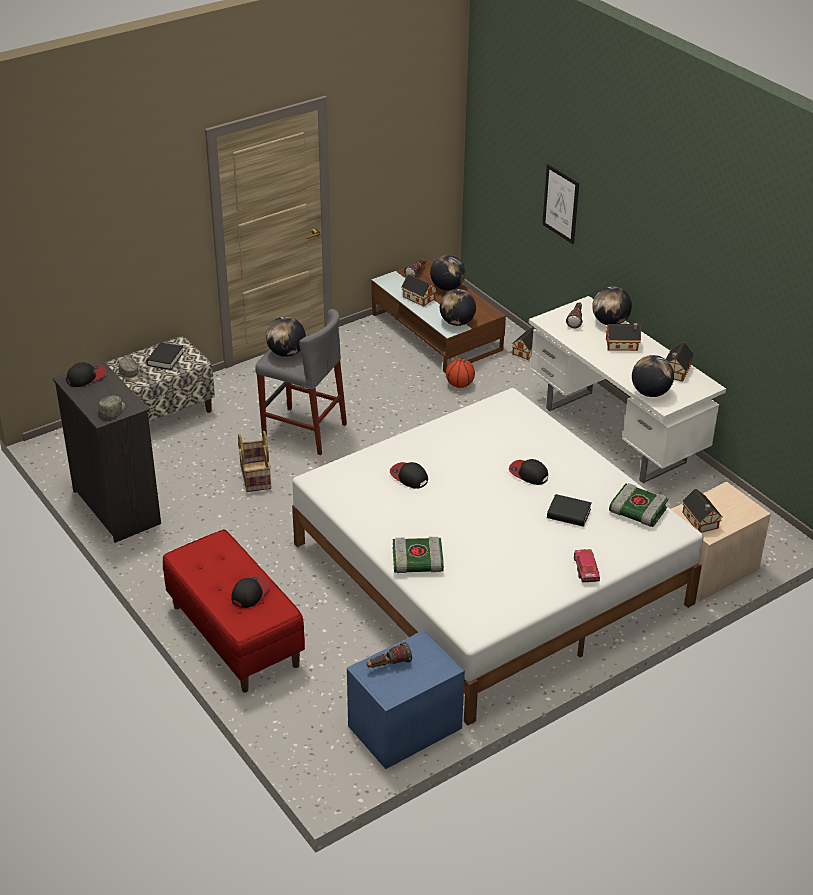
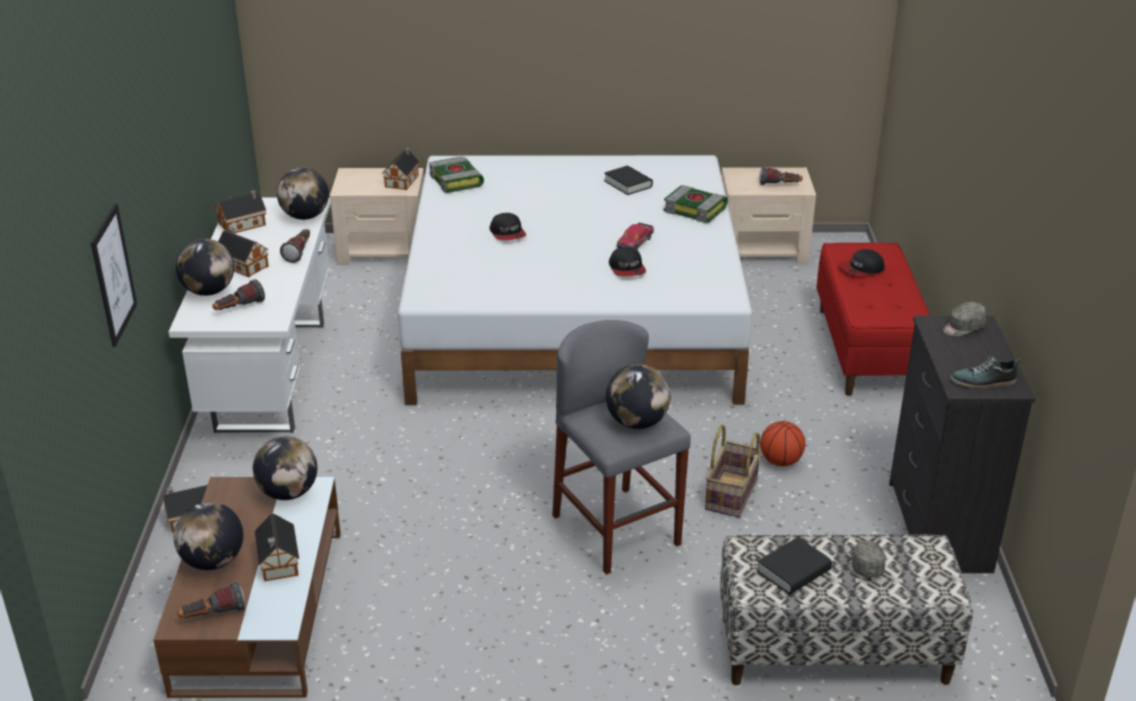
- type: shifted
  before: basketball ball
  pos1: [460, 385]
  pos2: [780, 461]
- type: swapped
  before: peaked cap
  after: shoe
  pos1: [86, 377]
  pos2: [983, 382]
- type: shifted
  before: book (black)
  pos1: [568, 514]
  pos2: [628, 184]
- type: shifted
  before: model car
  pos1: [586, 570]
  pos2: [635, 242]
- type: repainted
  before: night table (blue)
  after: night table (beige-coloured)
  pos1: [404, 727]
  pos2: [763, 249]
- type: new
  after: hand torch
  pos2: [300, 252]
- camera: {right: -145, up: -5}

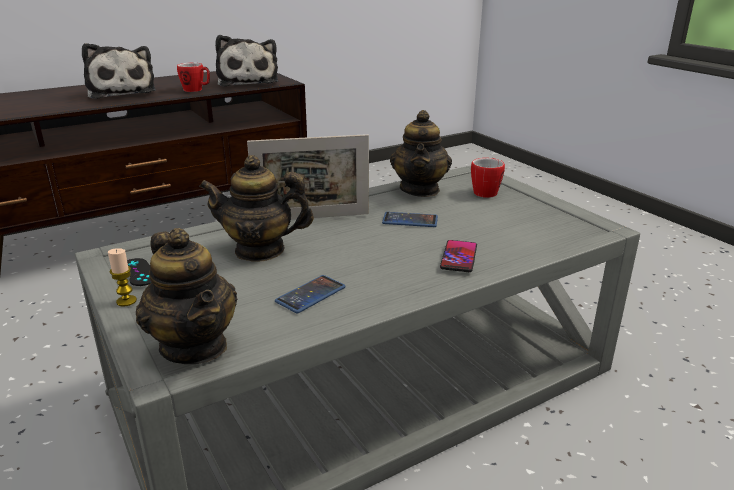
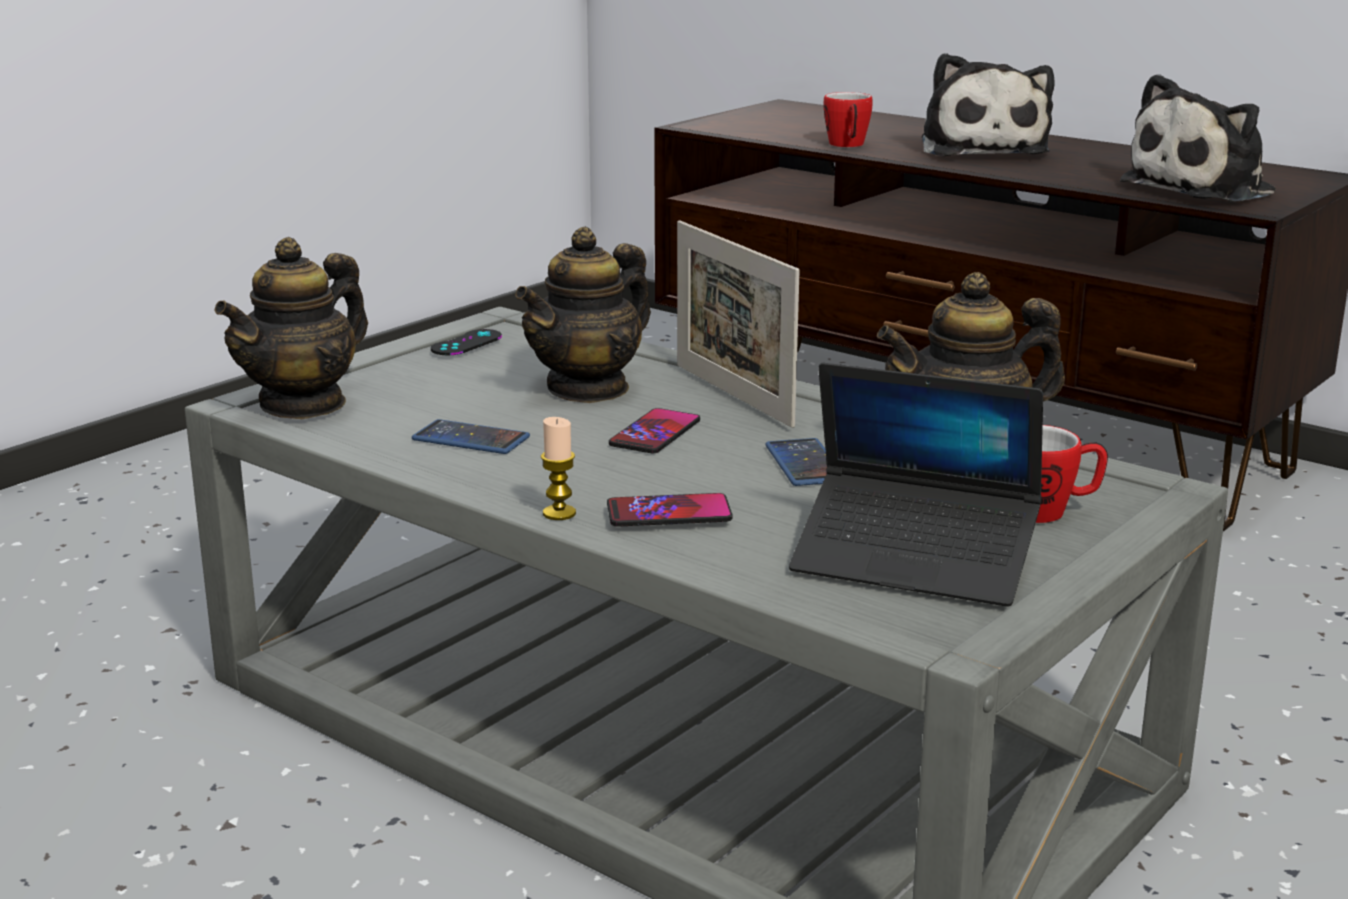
- type: rotated
  before: plush toy
  pos1: [121, 92]
  pos2: [982, 149]
  turn: -45
- type: shifted
  before: tea mug
  pos1: [196, 90]
  pos2: [847, 146]
- type: rotated
  before: pot for tea
  pos1: [260, 250]
  pos2: [588, 388]
  turn: -120
- type: shifted
  before: wax light
  pos1: [126, 301]
  pos2: [559, 513]
- type: new
  after: notebook computer
  pos2: [915, 560]
- type: new
  after: handset
  pos2: [655, 433]
- camera: {right: 70, up: -5}

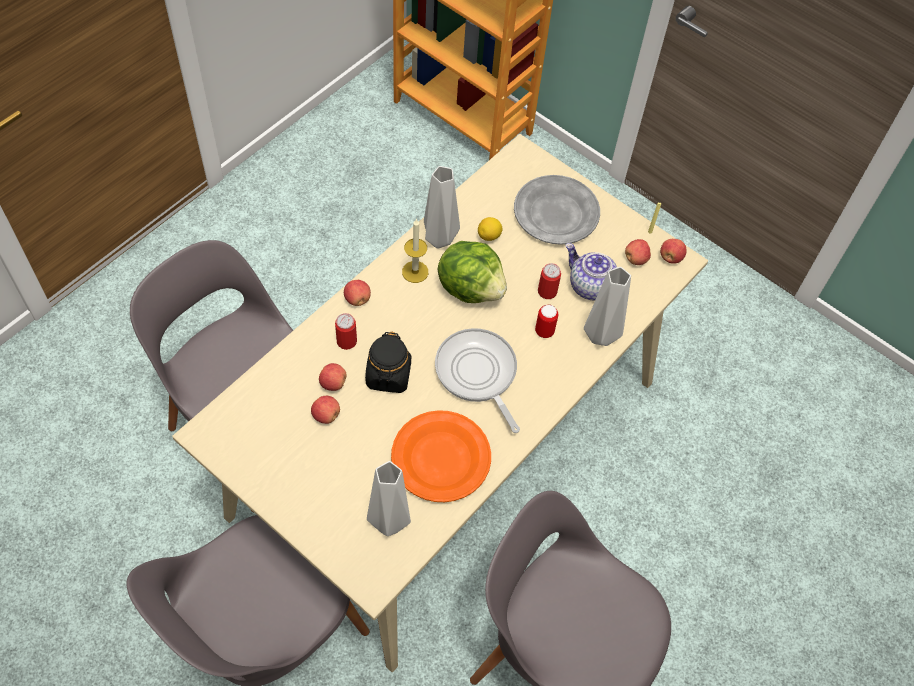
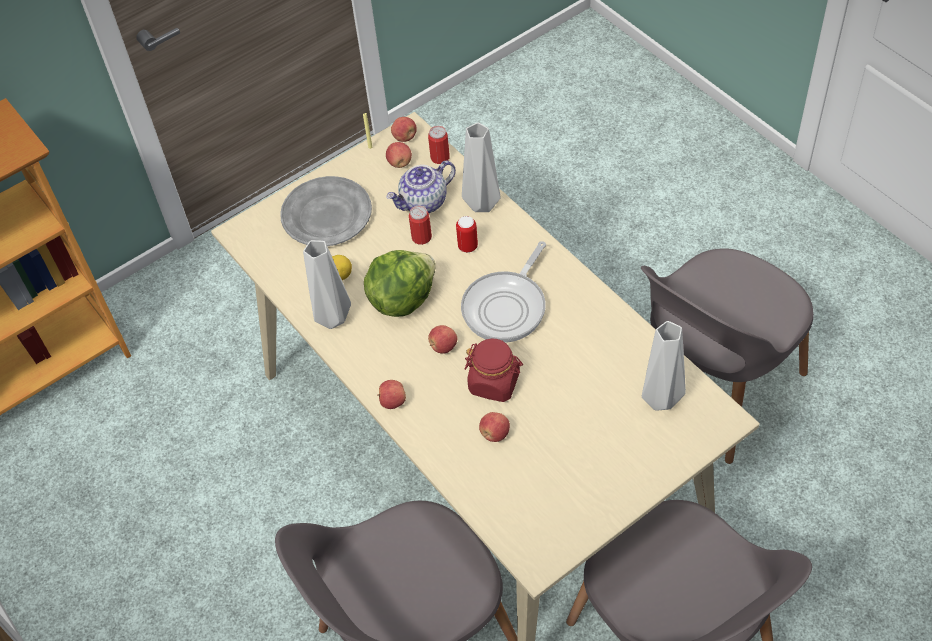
- type: gone
  before: wax light
  pos1: [415, 272]
- type: shifted
  before: sealed can
  pos1: [346, 341]
  pos2: [440, 157]
- type: rotated
  before: skillet
  pos1: [477, 374]
  pos2: [507, 307]
  turn: -45
- type: repainted
  before: preserve jar (black)
  after: preserve jar (red-coloured)
  pos1: [388, 375]
  pos2: [494, 383]
- type: shifted
  before: whole apple
  pos1: [326, 415]
  pos2: [443, 346]
- type: gone
  before: plate (orange)
  pos1: [441, 459]
- camera: {right: -70, up: -5}

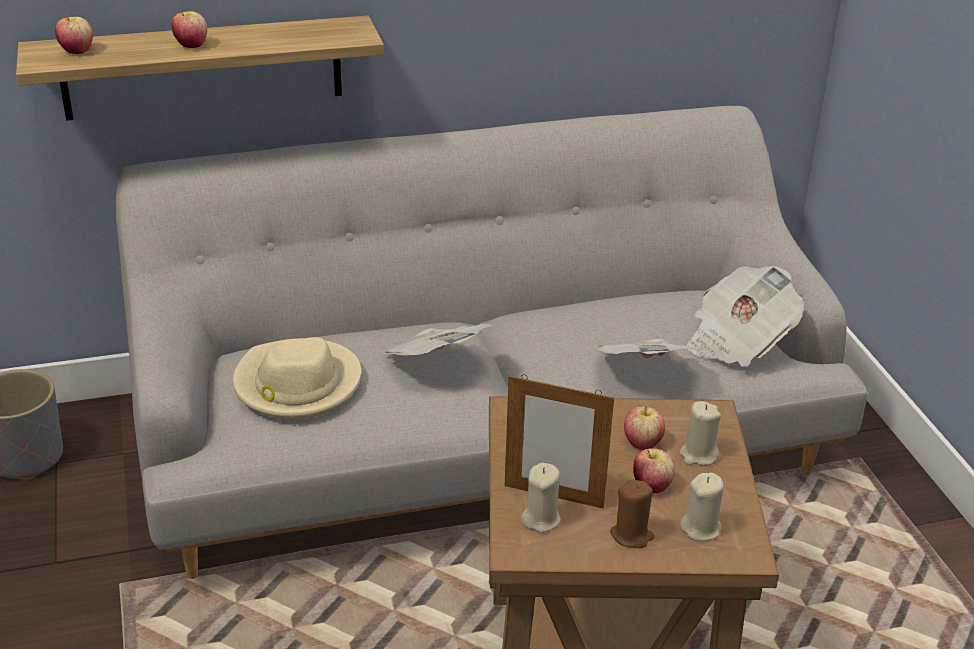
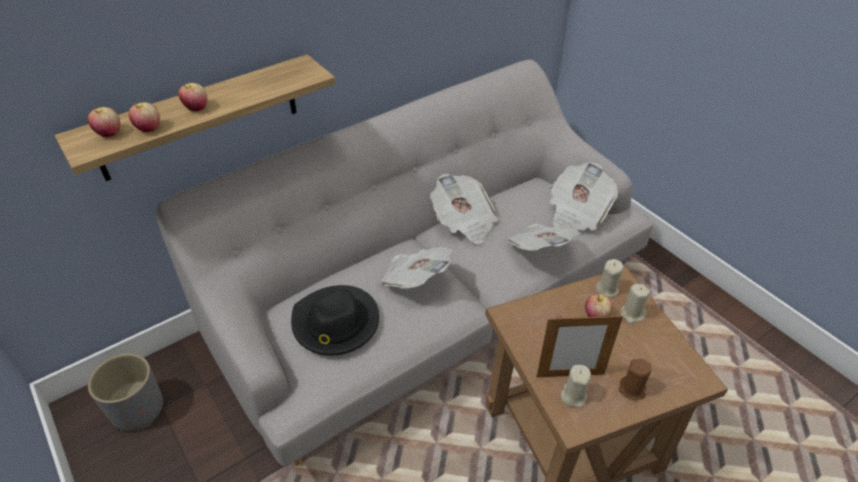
- type: repainted
  before: clothing hat (beige-coloured)
  after: clothing hat (black)
  pos1: [296, 384]
  pos2: [335, 323]
- type: shifted
  before: whole apple
  pos1: [651, 486]
  pos2: [148, 128]
- type: shifted
  before: wax light (beige-coloured)
  pos1: [701, 528]
  pos2: [607, 289]
- type: new
  after: daily paper
  pos2: [464, 222]
- camera: {right: -20, up: 10}

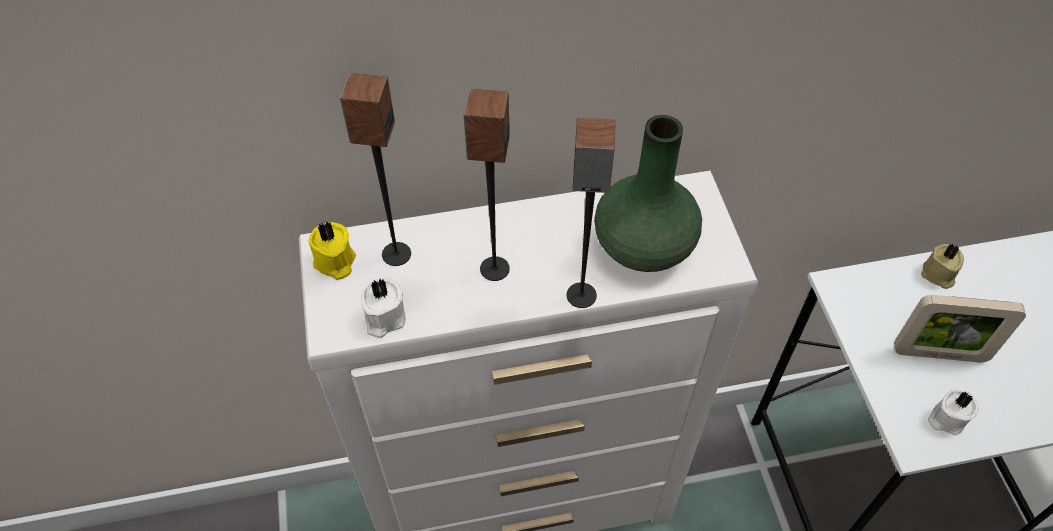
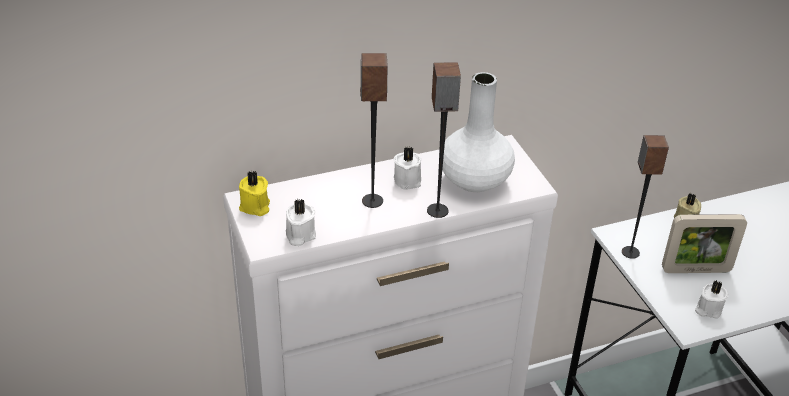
- type: shifted
  before: audio speaker
  pos1: [395, 254]
  pos2: [630, 252]
- type: repainted
  before: decorative vase (green)
  after: decorative vase (white)
  pos1: [645, 246]
  pos2: [475, 180]
- type: new
  after: wax light (white)
  pos2: [408, 180]
- camera: {right: -10, up: -15}

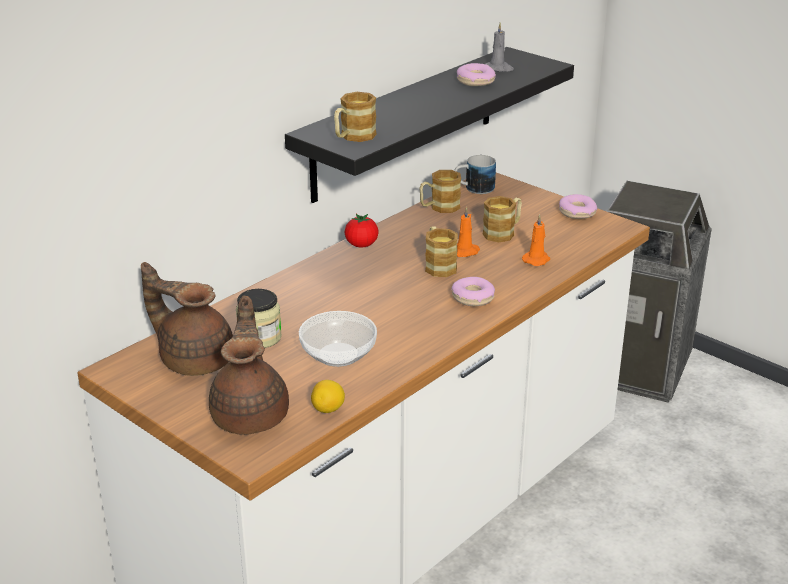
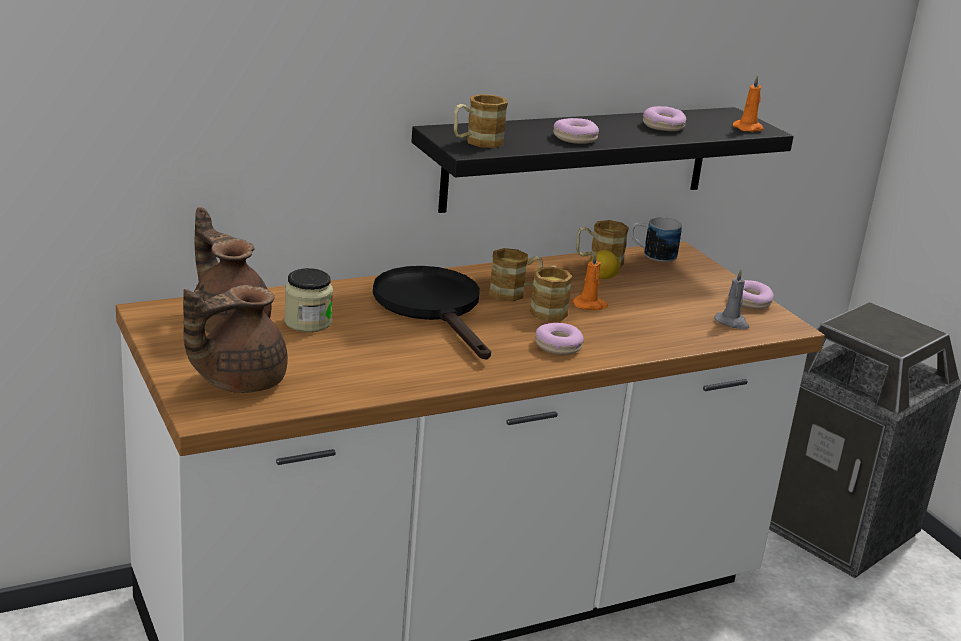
- type: shifted
  before: wax light (gray)
  pos1: [499, 68]
  pos2: [732, 323]
- type: shifted
  before: tea mug
  pos1: [503, 232]
  pos2: [514, 293]
- type: gone
  before: fresh tomato
  pos1: [361, 245]
- type: shifted
  before: wax light (orange)
  pos1: [537, 259]
  pos2: [749, 128]
- type: rotated
  before: pot for tea (brownish)
  pos1: [251, 414]
  pos2: [238, 381]
  turn: -150
- type: gone
  before: deep dish
  pos1: [338, 354]
- type: shifted
  before: whole lemon
  pos1: [328, 410]
  pos2: [603, 278]
- type: new
  after: ring doughnut
  pos2: [575, 138]
- type: new
  after: skillet (black)
  pos2: [433, 307]
- camera: {right: 20, up: -5}

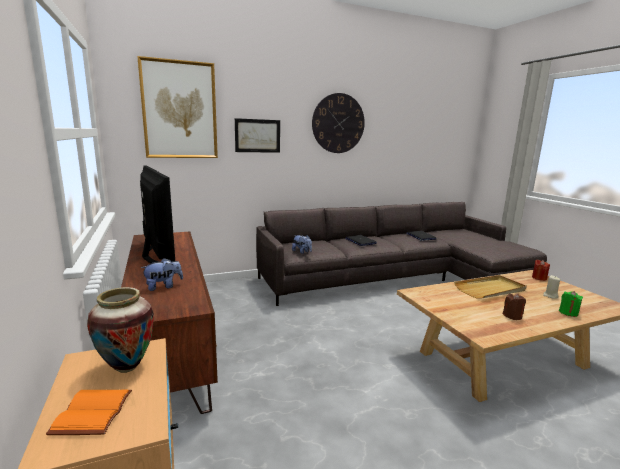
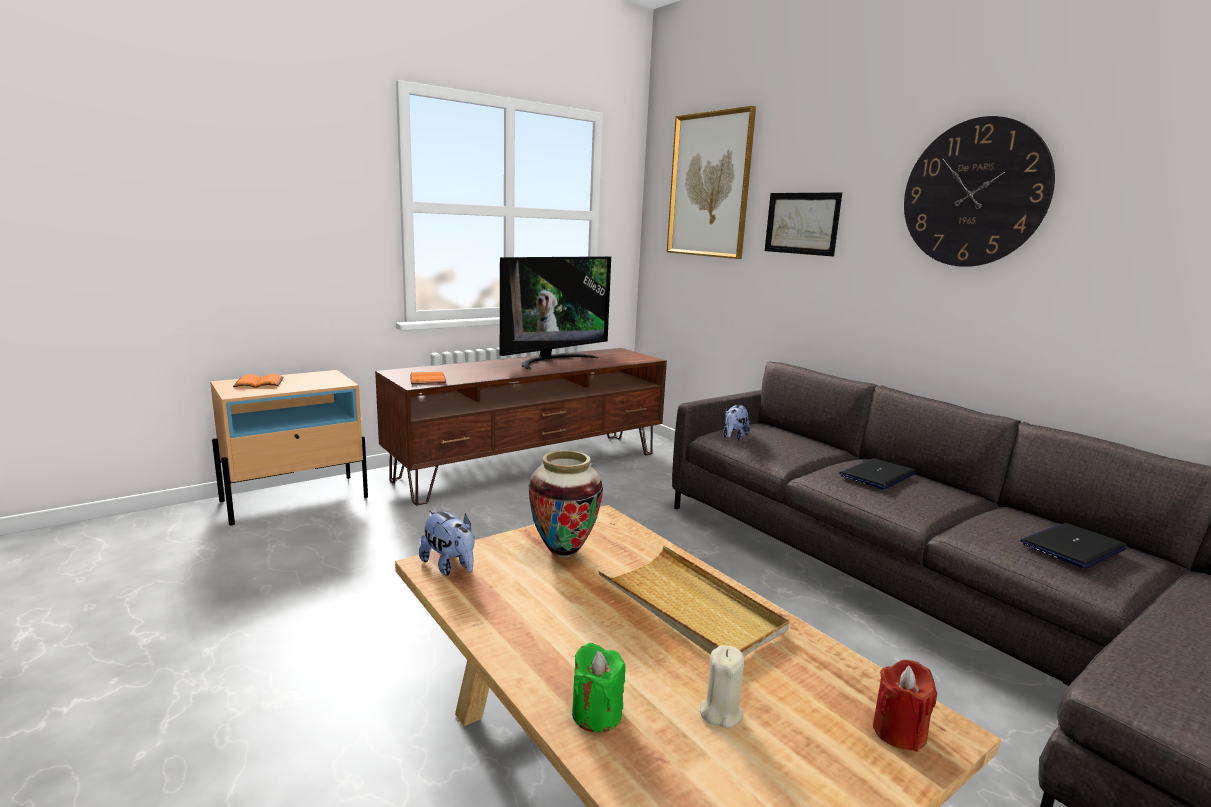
- type: shifted
  before: plush toy
  pos1: [163, 286]
  pos2: [450, 566]
- type: shifted
  before: decorative vase
  pos1: [126, 367]
  pos2: [563, 552]
- type: gone
  before: wax light (brownish)
  pos1: [512, 316]
- type: new
  after: book (orange)
  pos2: [429, 380]
- camera: {right: 75, up: 0}

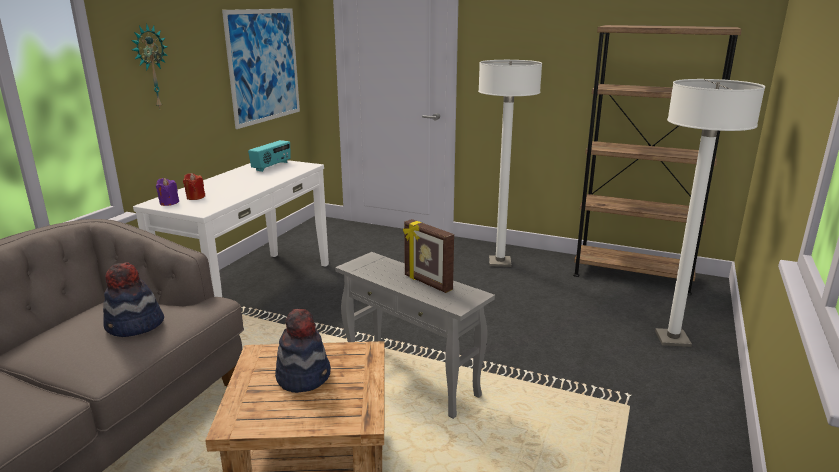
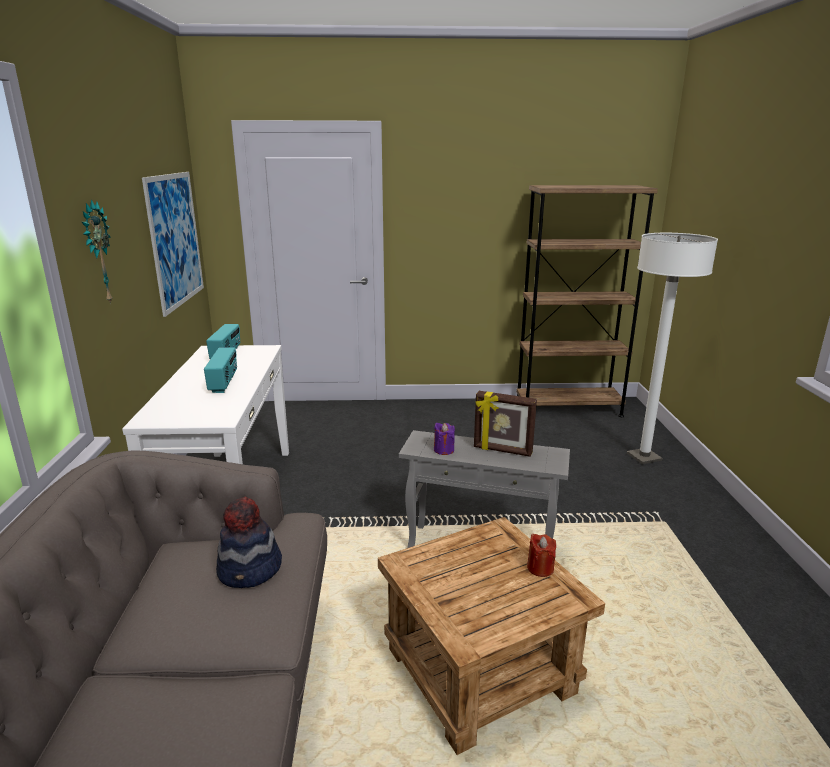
- type: gone
  before: standing lamp (white)
  pos1: [500, 262]
- type: shifted
  before: wax light (red-coloured)
  pos1: [195, 197]
  pos2: [540, 568]
- type: shifted
  before: wax light (purple)
  pos1: [169, 203]
  pos2: [444, 450]
- type: gone
  before: clothing hat
  pos1: [304, 376]
- type: new
  after: radio
  pos2: [224, 383]
- camera: {right: -25, up: 0}

